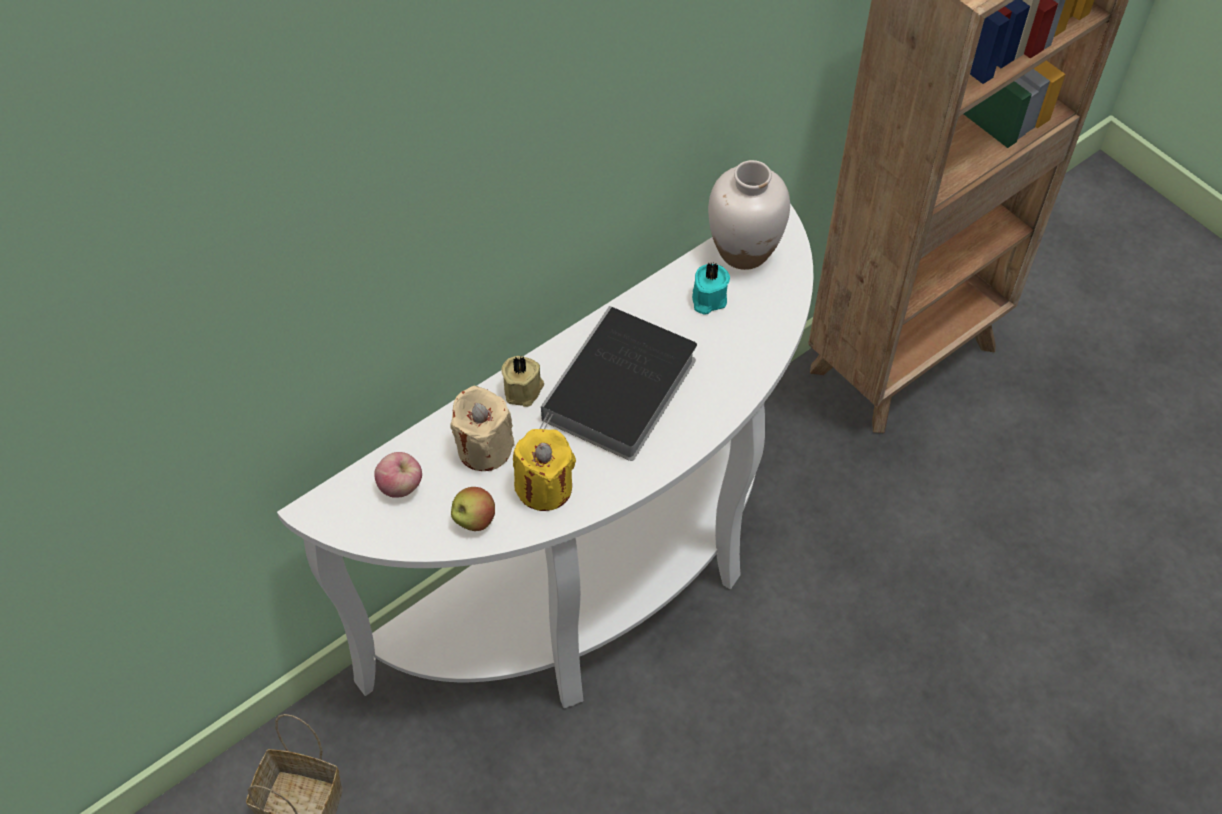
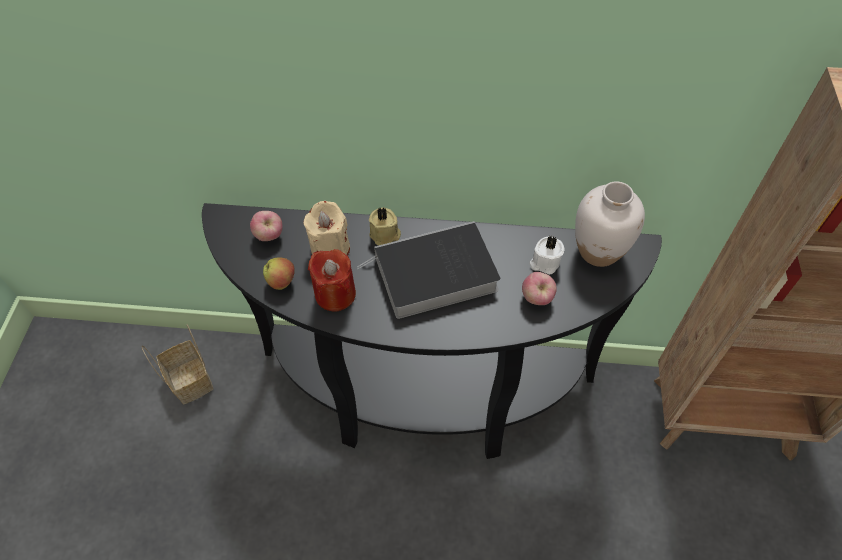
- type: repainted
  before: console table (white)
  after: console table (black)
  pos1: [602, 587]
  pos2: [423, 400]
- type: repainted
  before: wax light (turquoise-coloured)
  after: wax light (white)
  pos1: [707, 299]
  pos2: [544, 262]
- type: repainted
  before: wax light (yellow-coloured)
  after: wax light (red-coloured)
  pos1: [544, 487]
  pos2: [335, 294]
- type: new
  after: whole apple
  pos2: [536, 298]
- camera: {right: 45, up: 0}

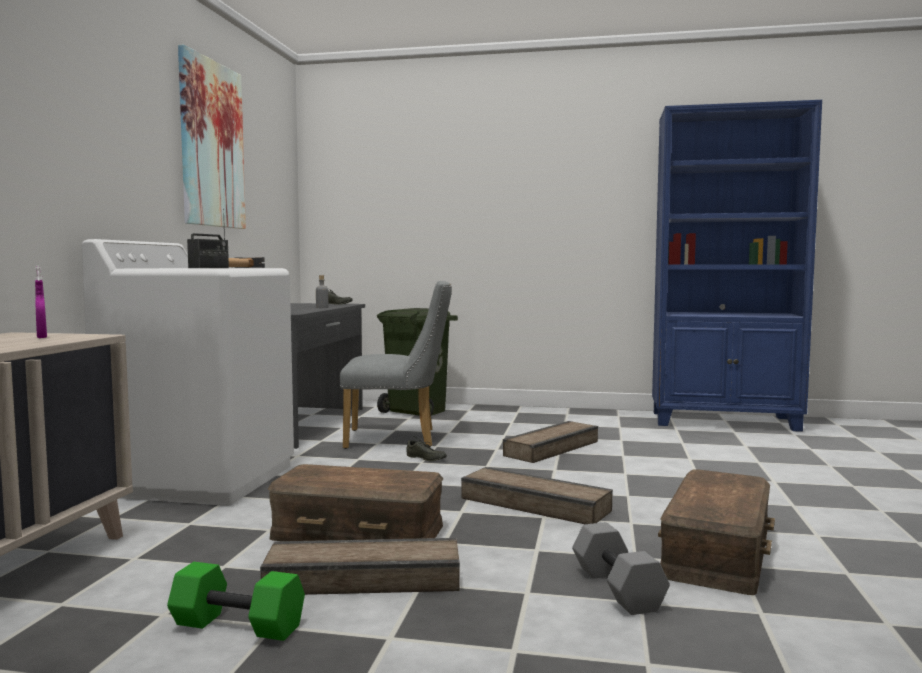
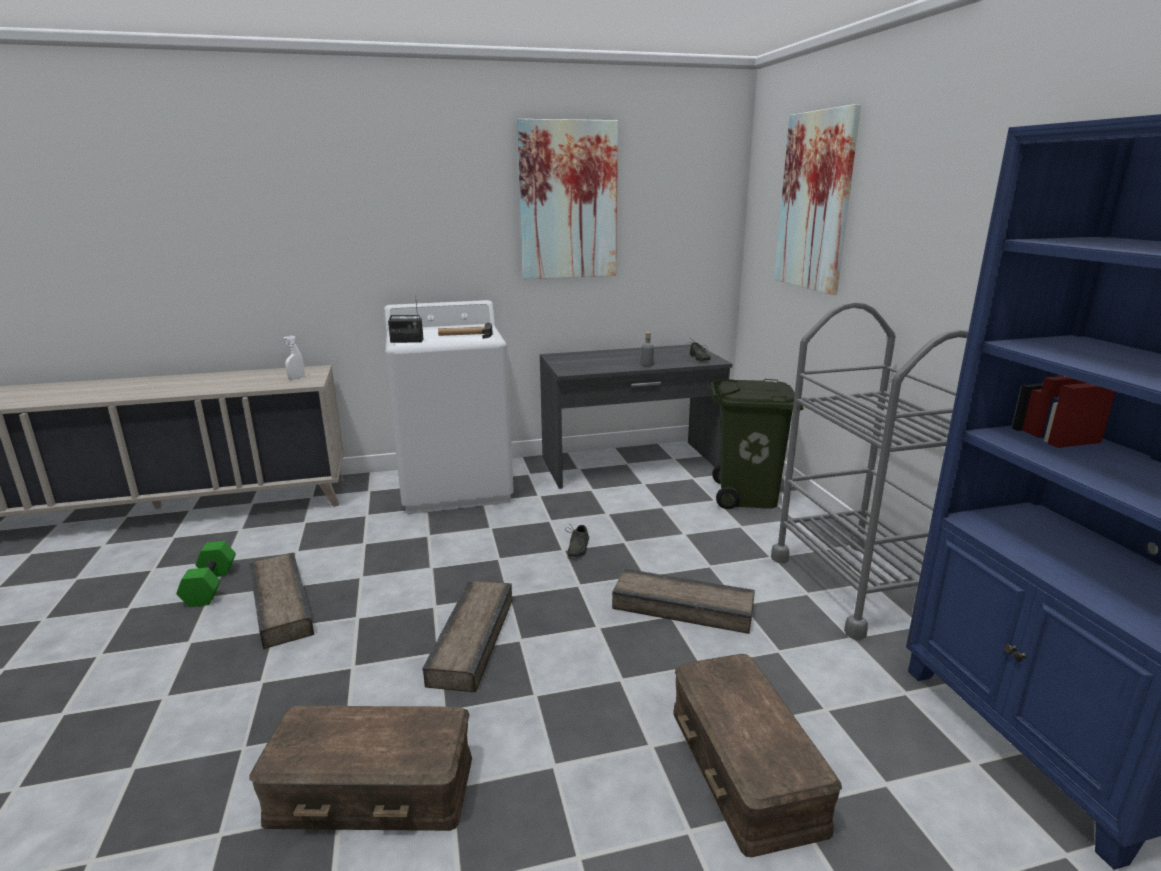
- type: repainted
  before: spray bottle (purple)
  after: spray bottle (white)
  pos1: [42, 337]
  pos2: [296, 378]
- type: gone
  before: plain chair (gray)
  pos1: [398, 438]
- type: shifted
  before: storage bin (brownish)
  pos1: [357, 532]
  pos2: [742, 767]
- type: gone
  before: free weight (gray)
  pos1: [615, 588]
- type: new
  after: wall picture
  pos2: [815, 202]
- type: new
  after: cart (gray)
  pos2: [857, 586]
- camera: {right: 65, up: 15}

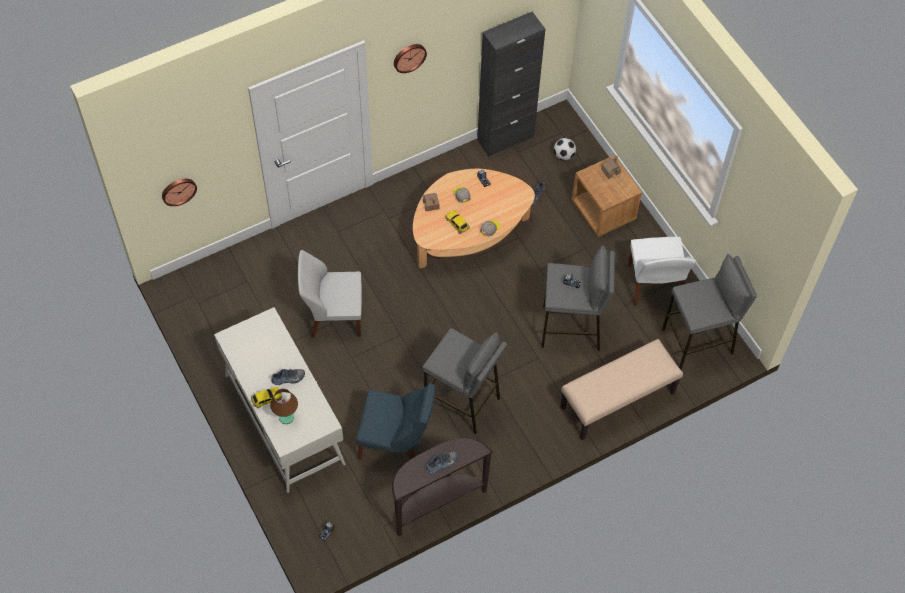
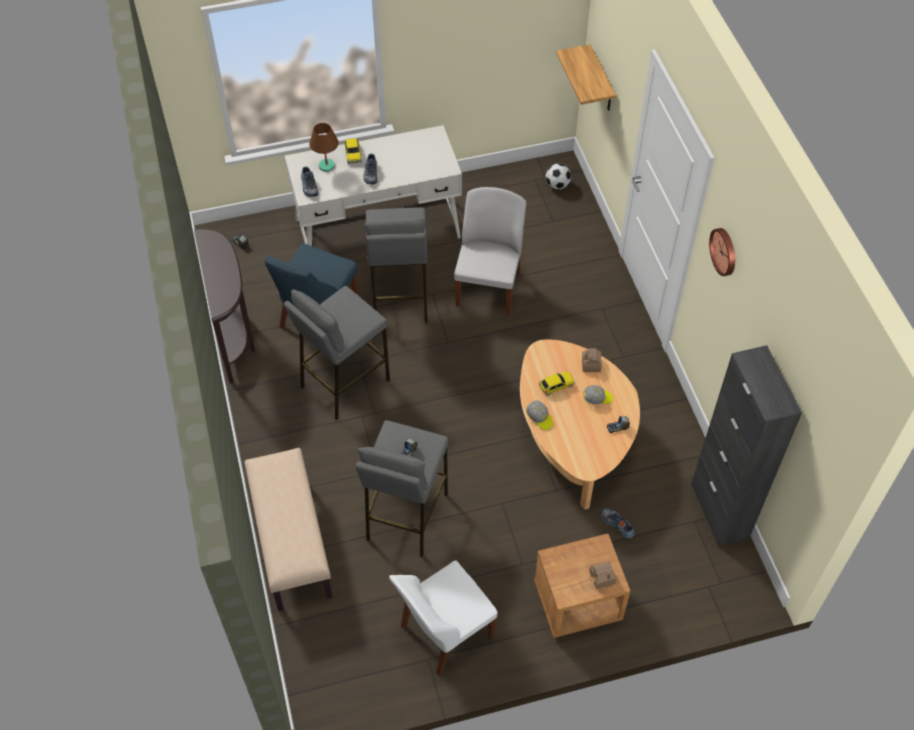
- type: shifted
  before: football ball
  pos1: [564, 155]
  pos2: [557, 185]
- type: swapped
  before: hanging clock
  after: bracket shelf
  pos1: [178, 190]
  pos2: [601, 80]
- type: rotated
  before: plain chair (white)
  pos1: [653, 285]
  pos2: [444, 633]
  turn: -45
- type: shifted
  before: stool seat (gray)
  pos1: [698, 342]
  pos2: [399, 298]
- type: shifted
  before: shoe
  pos1: [442, 464]
  pos2: [308, 186]
- camera: {right: 105, up: -5}

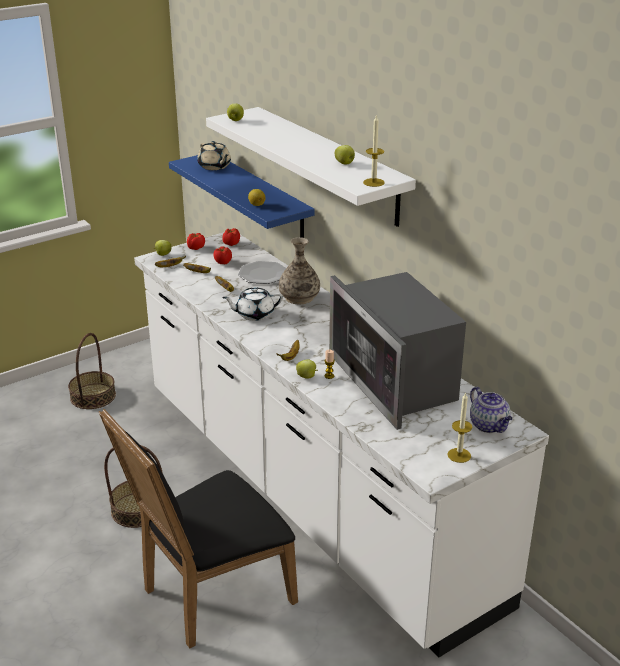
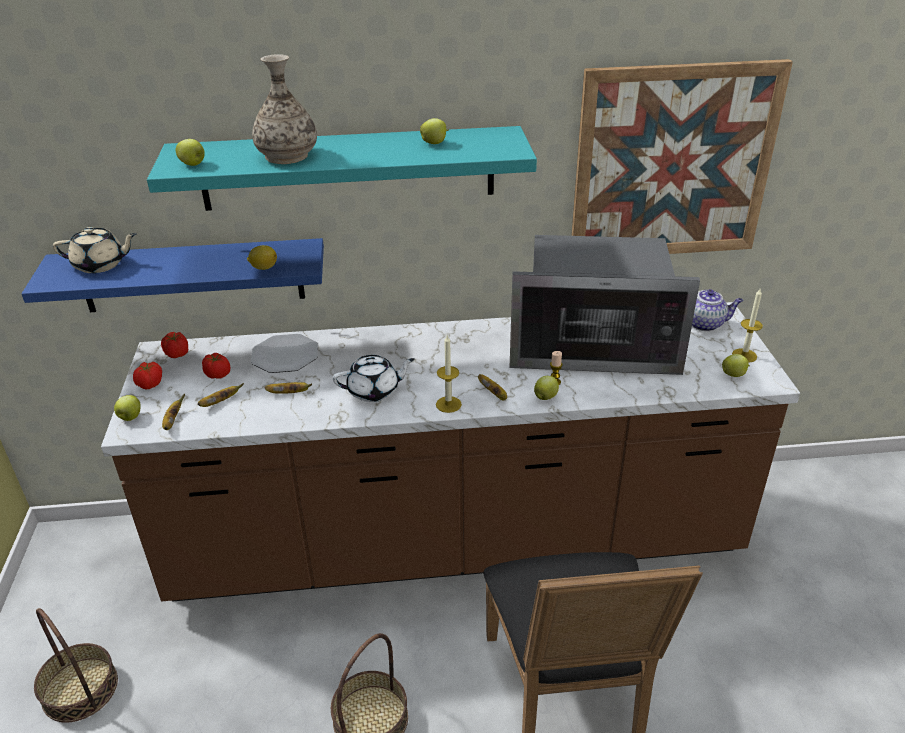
- type: repainted
  before: bracket shelf (white)
  after: bracket shelf (turquoise-coloured)
  pos1: [329, 165]
  pos2: [348, 168]
- type: shifted
  before: wax light
  pos1: [373, 182]
  pos2: [448, 404]
- type: repainted
  before: counter (white)
  after: counter (brownish)
  pos1: [310, 492]
  pos2: [455, 543]
- type: shifted
  before: decorative vase
  pos1: [299, 297]
  pos2: [287, 156]
- type: rotated
  before: pot for tea (white)
  pos1: [254, 314]
  pos2: [374, 391]
  turn: -120
- type: new
  after: wall picture
  pos2: [672, 163]
- type: new
  after: whole apple
  pos2: [734, 375]
- camera: {right: -60, up: 5}

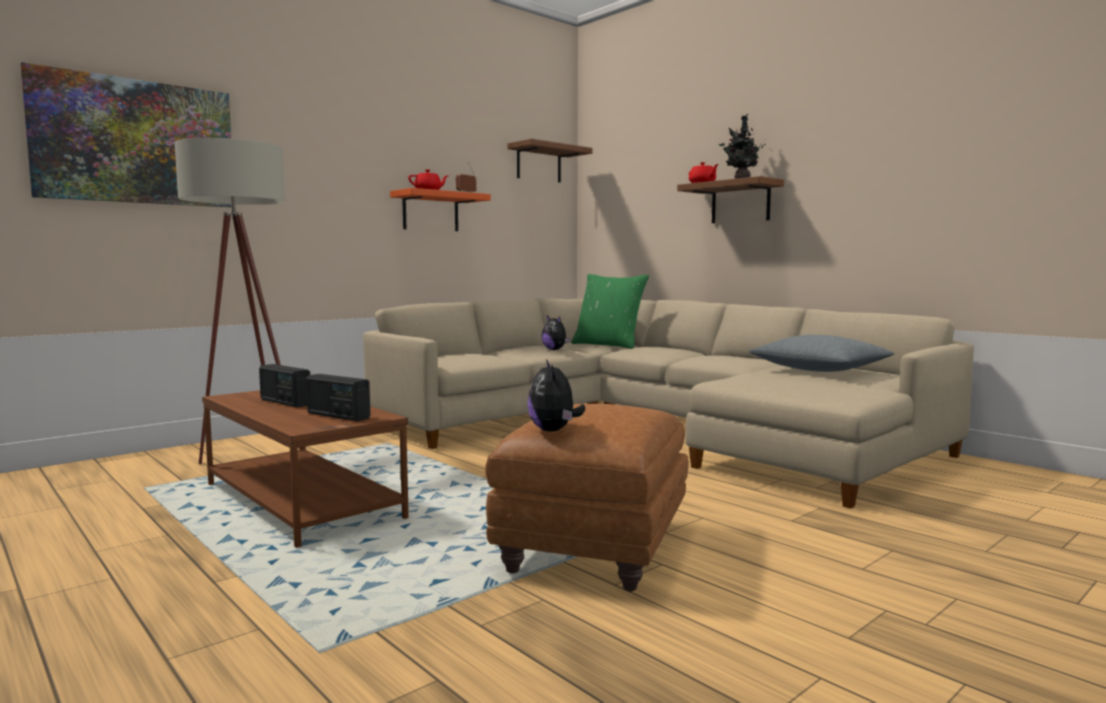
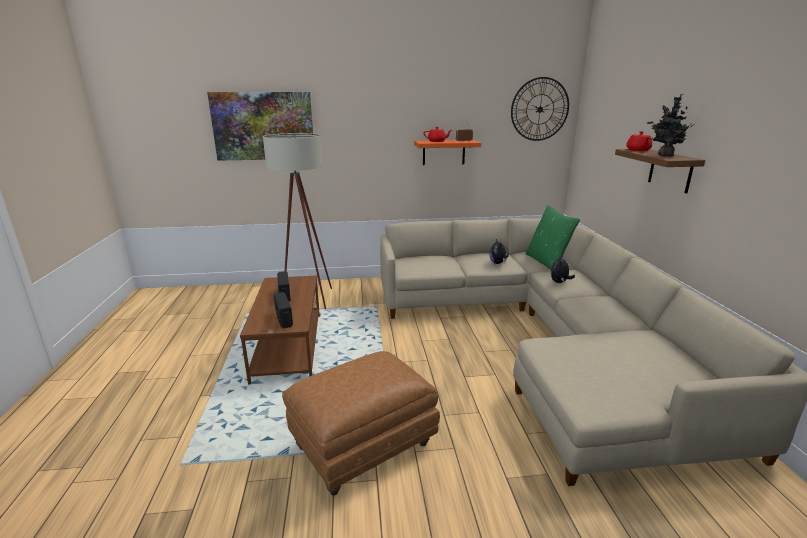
- type: swapped
  before: bracket shelf (brownish)
  after: hanging clock
  pos1: [539, 164]
  pos2: [540, 109]
- type: gone
  before: pillow (gray)
  pos1: [820, 370]
- type: shifted
  before: plush toy
  pos1: [554, 430]
  pos2: [559, 282]
- camera: {right: 35, up: 15}

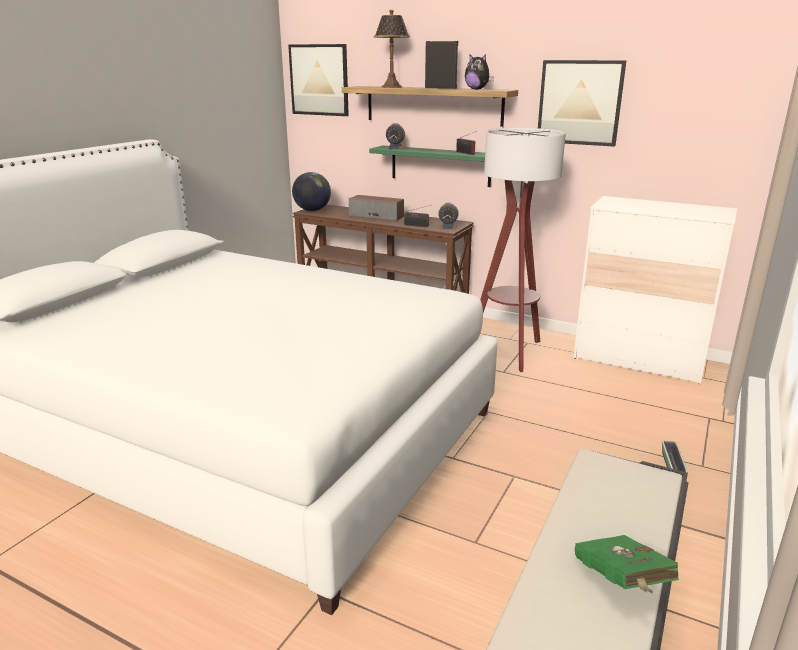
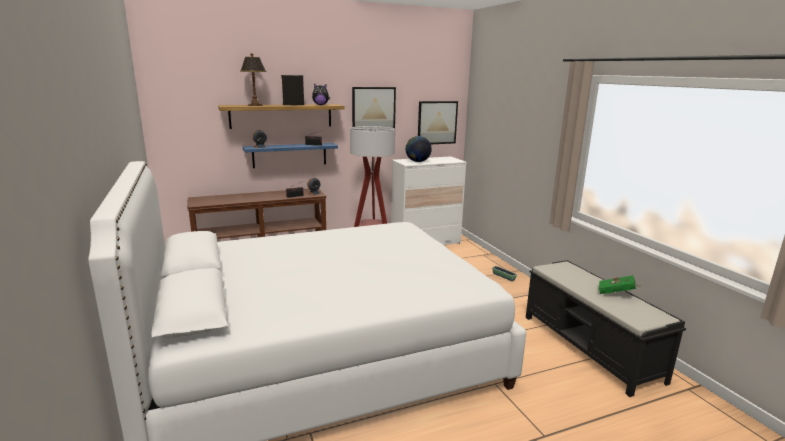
- type: shifted
  before: wall picture
  pos1: [319, 80]
  pos2: [437, 122]
- type: repainted
  before: bracket shelf (green)
  after: bracket shelf (blue)
  pos1: [440, 166]
  pos2: [289, 155]
- type: shifted
  before: globe
  pos1: [312, 210]
  pos2: [417, 161]
- type: gone
  before: audio speaker
  pos1: [376, 216]
- camera: {right: -50, up: -5}

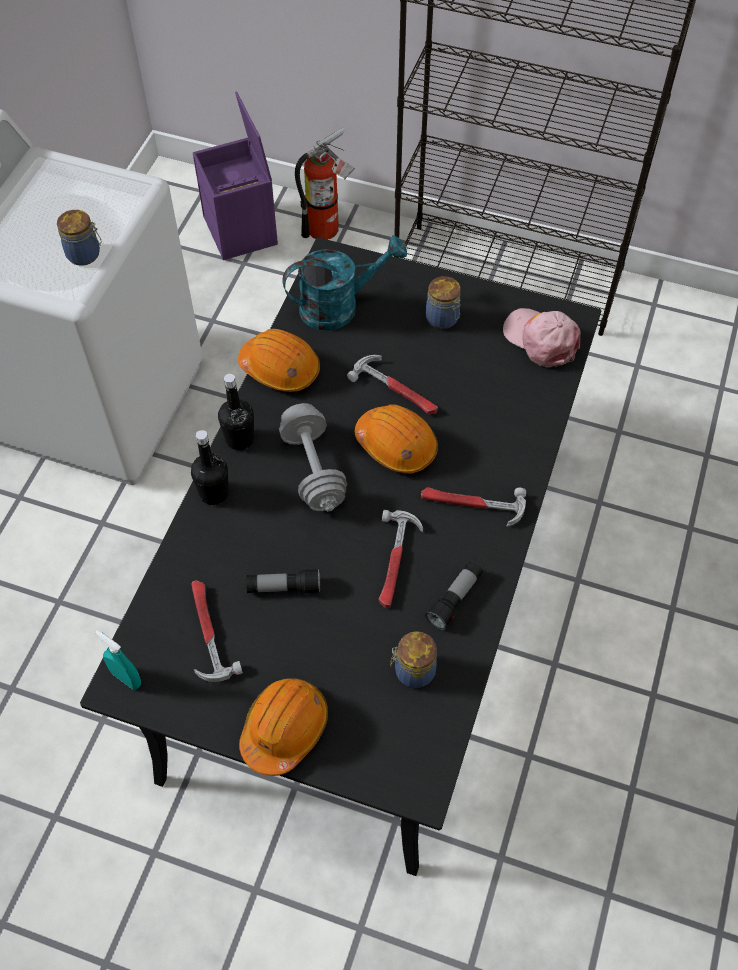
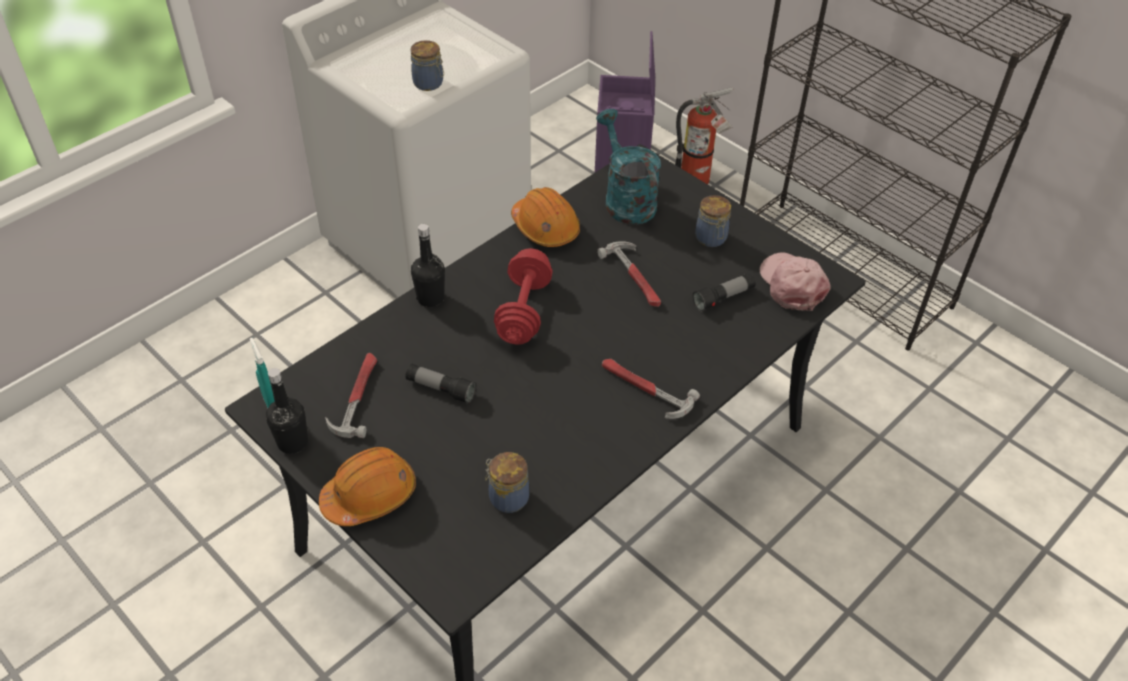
- type: rotated
  before: sprinkling can (turquoise-coloured)
  pos1: [339, 306]
  pos2: [625, 199]
  turn: -120
- type: shifted
  before: bottle (black)
  pos1: [239, 439]
  pos2: [292, 442]
- type: repainted
  before: free weight (gray)
  after: free weight (red-coloured)
  pos1: [313, 469]
  pos2: [524, 311]
- type: gone
  before: hard hat (orange)
  pos1: [396, 445]
- type: gone
  before: hammer
  pos1: [395, 561]
- type: shifted
  before: hand torch
  pos1: [454, 599]
  pos2: [723, 298]
- camera: {right: 25, up: -10}

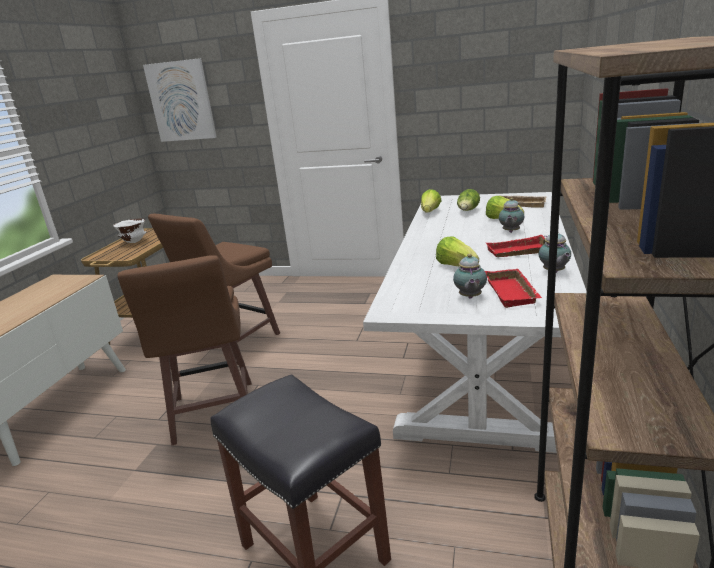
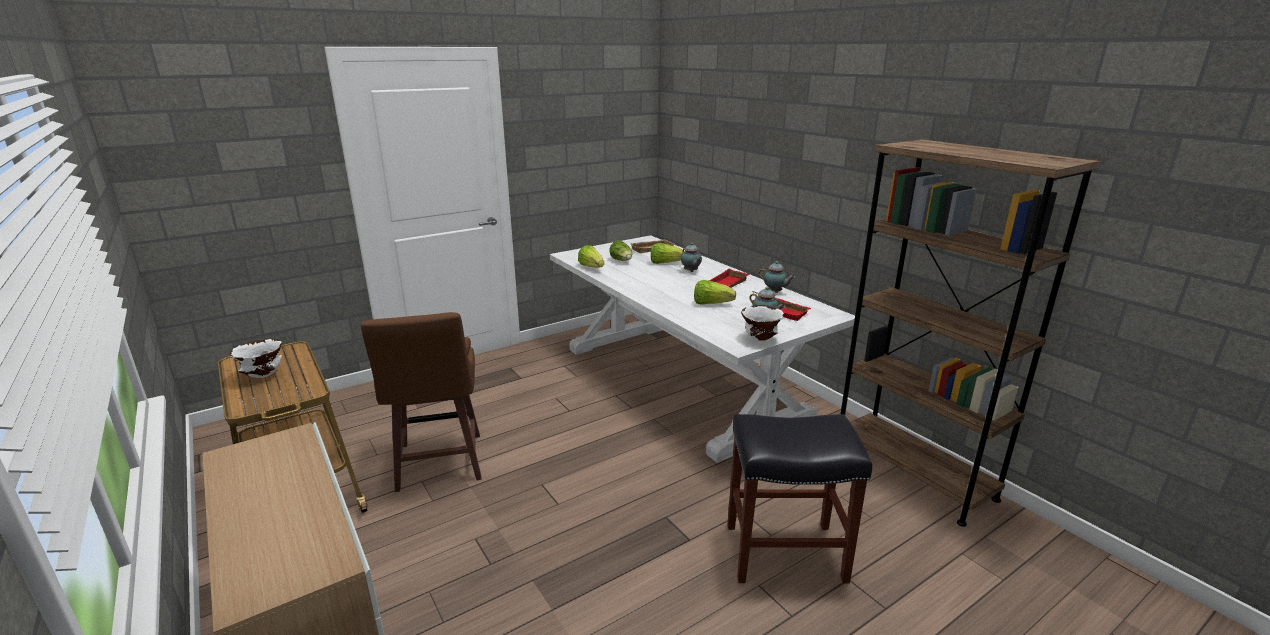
- type: gone
  before: wall picture
  pos1: [181, 101]
- type: gone
  before: stool seat (brownish)
  pos1: [213, 414]
- type: new
  after: deep dish (white)
  pos2: [760, 339]
- camera: {right: -50, up: 0}

